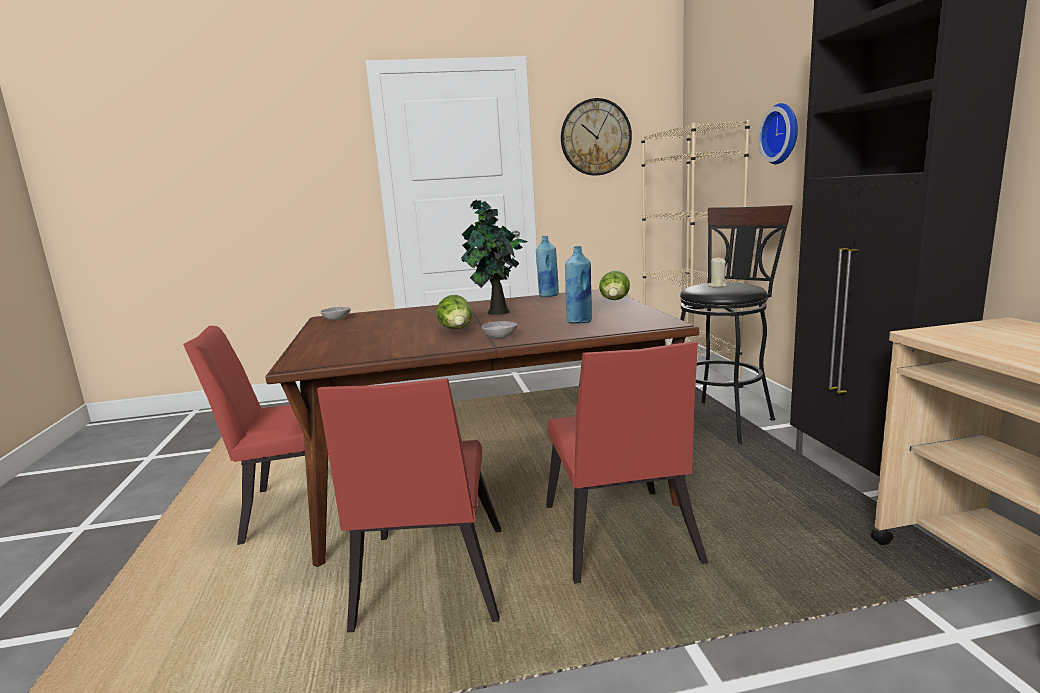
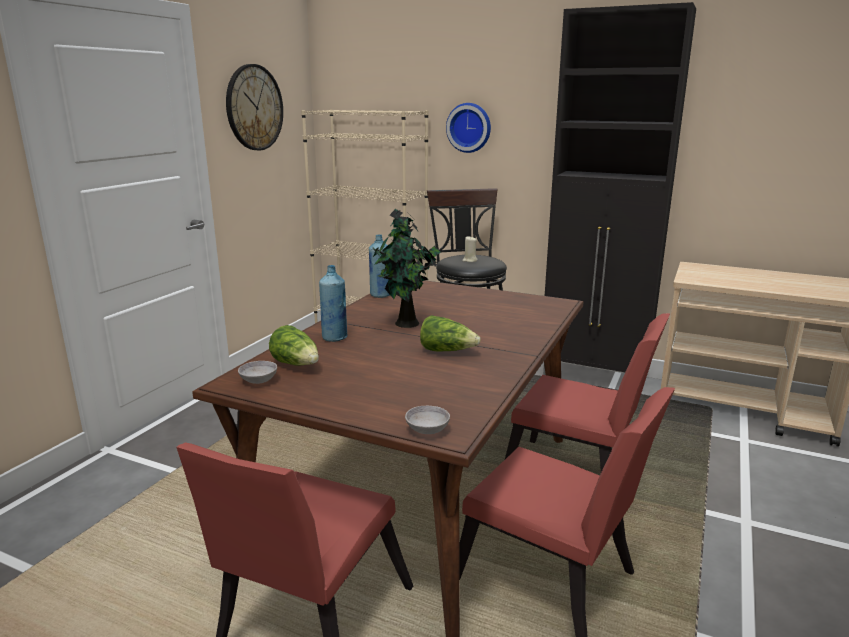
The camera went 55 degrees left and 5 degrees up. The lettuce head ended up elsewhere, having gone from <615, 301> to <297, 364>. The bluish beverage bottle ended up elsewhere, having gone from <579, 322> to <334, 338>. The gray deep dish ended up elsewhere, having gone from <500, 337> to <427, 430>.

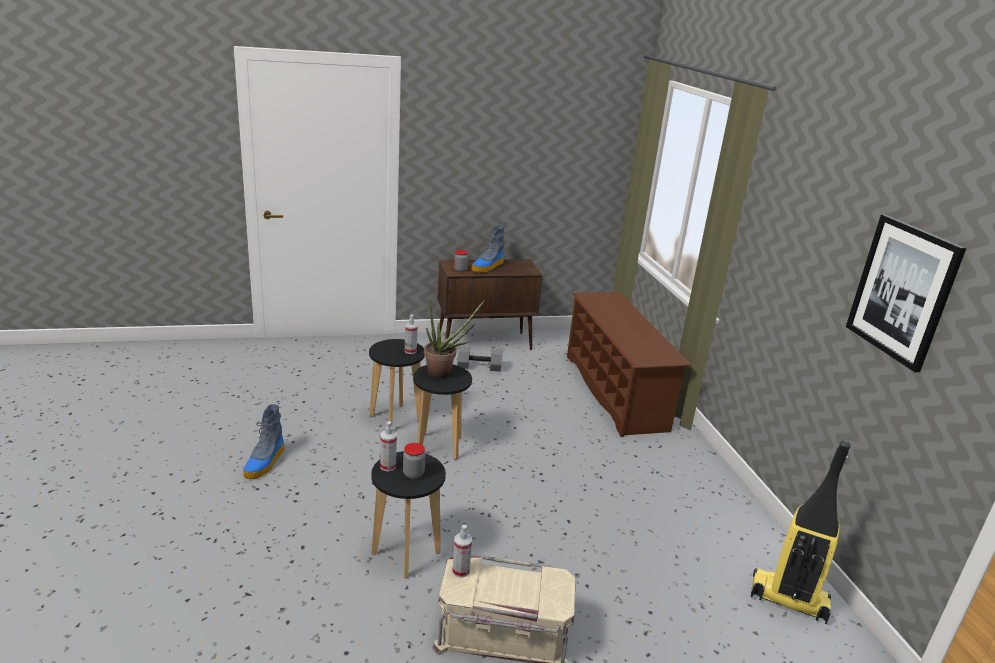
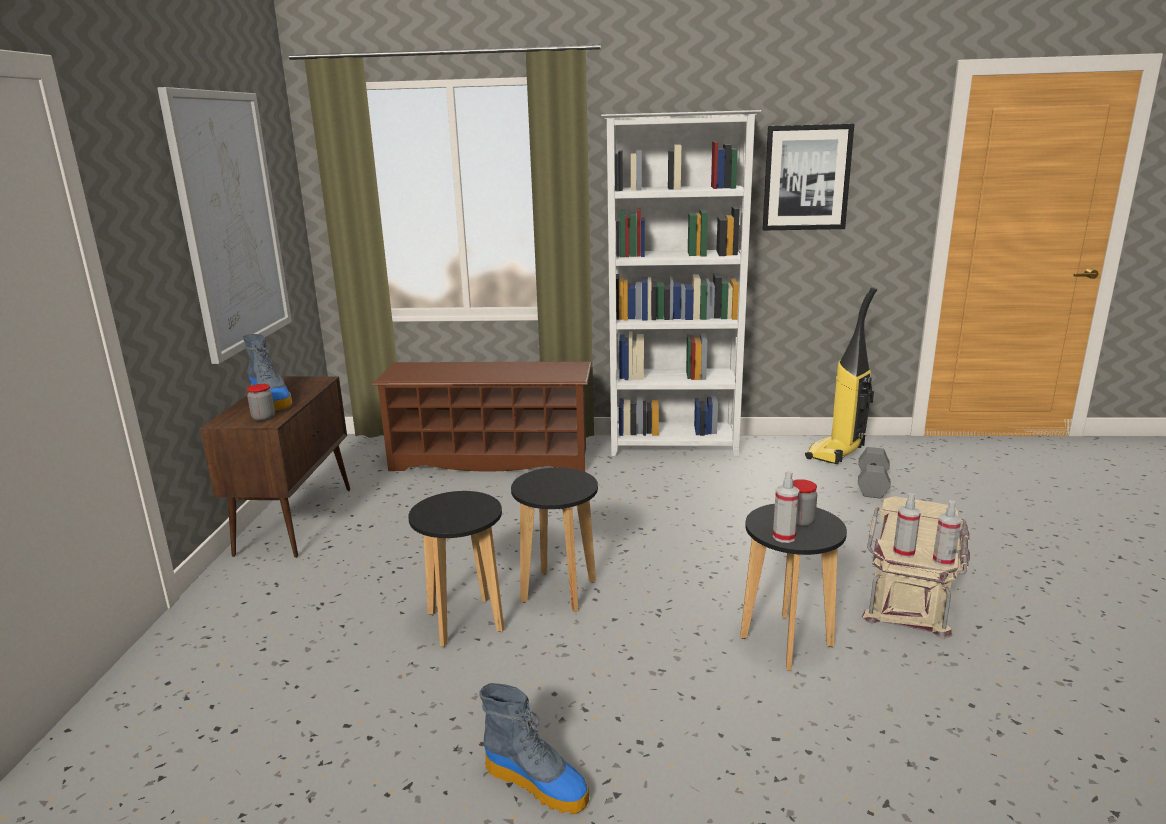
The camera went 70 degrees left and 5 degrees down. The second view gained the picture at <231, 222>. The second view gained the whitish bookcase at <675, 446>. The gray free weight ended up elsewhere, having gone from <478, 367> to <873, 485>. The hand sprayer ended up elsewhere, having gone from <410, 351> to <943, 561>. The second view lost the potted plant at <444, 374>.

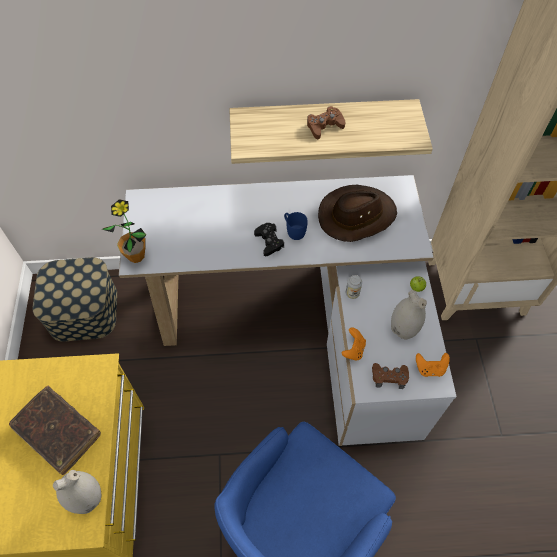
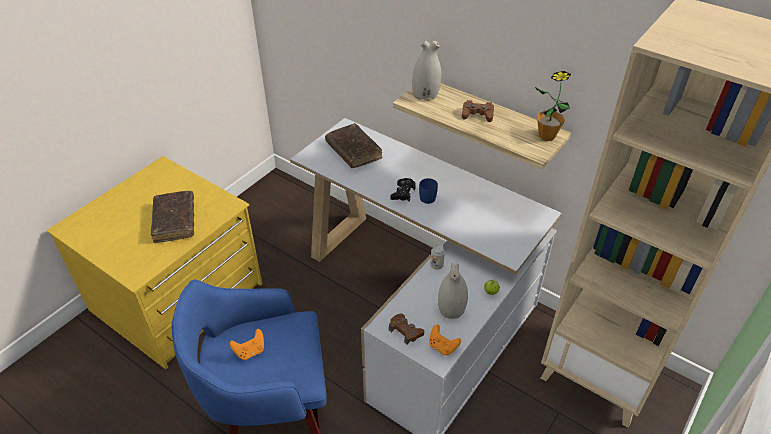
The camera went 40 degrees right and 15 degrees down. The orangey gamepad ended up elsewhere, having gone from <353, 350> to <250, 351>. The second view gained the brown volume at <353, 151>. The whitish decorative vase ended up elsewhere, having gone from <86, 498> to <425, 95>. The potted plant ended up elsewhere, having gone from <136, 256> to <547, 136>. The second view lost the storage container at <83, 310>. The second view lost the brown clothing hat at <356, 215>.

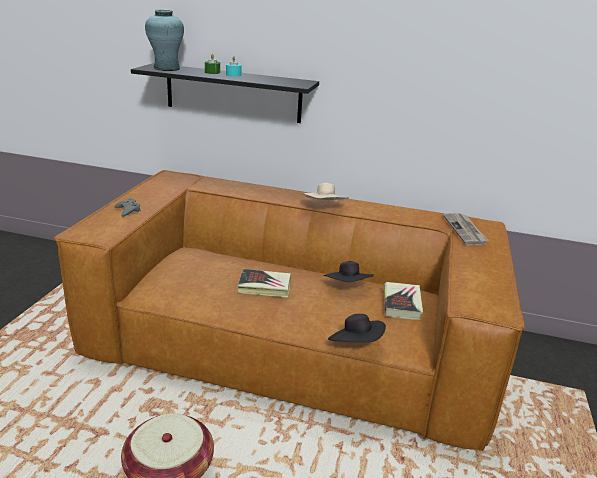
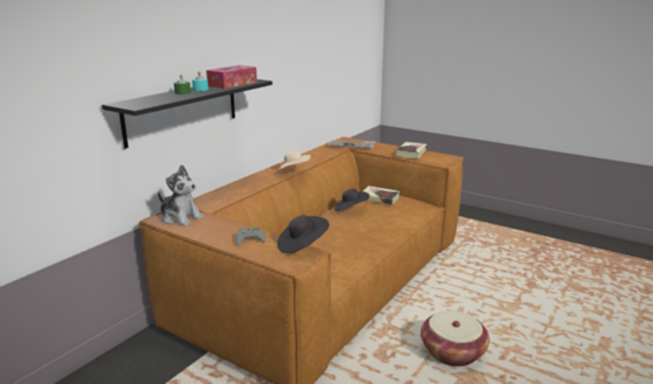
The camera went 70 degrees left and 5 degrees down. The second view gained the plush toy at <181, 218>. The second view gained the tissue holder at <232, 84>. The blackish clothing hat ended up elsewhere, having gone from <356, 344> to <302, 246>. The volume ended up elsewhere, having gone from <264, 286> to <411, 153>. The second view lost the turquoise-coloured decorative vase at <166, 68>.

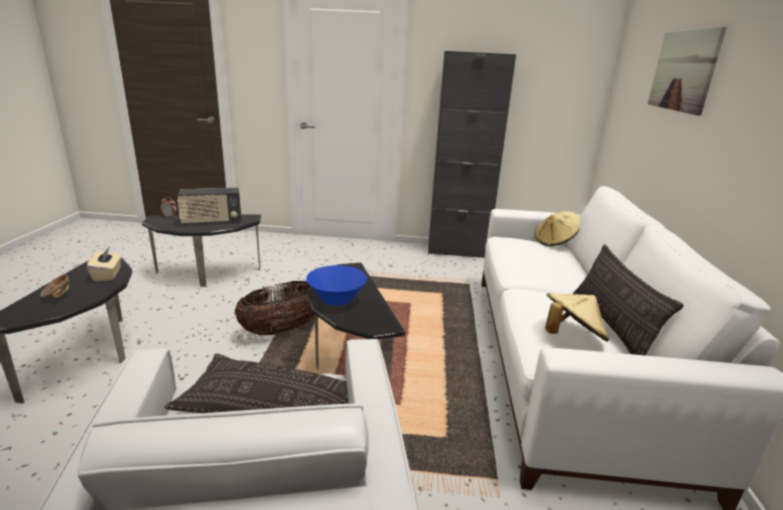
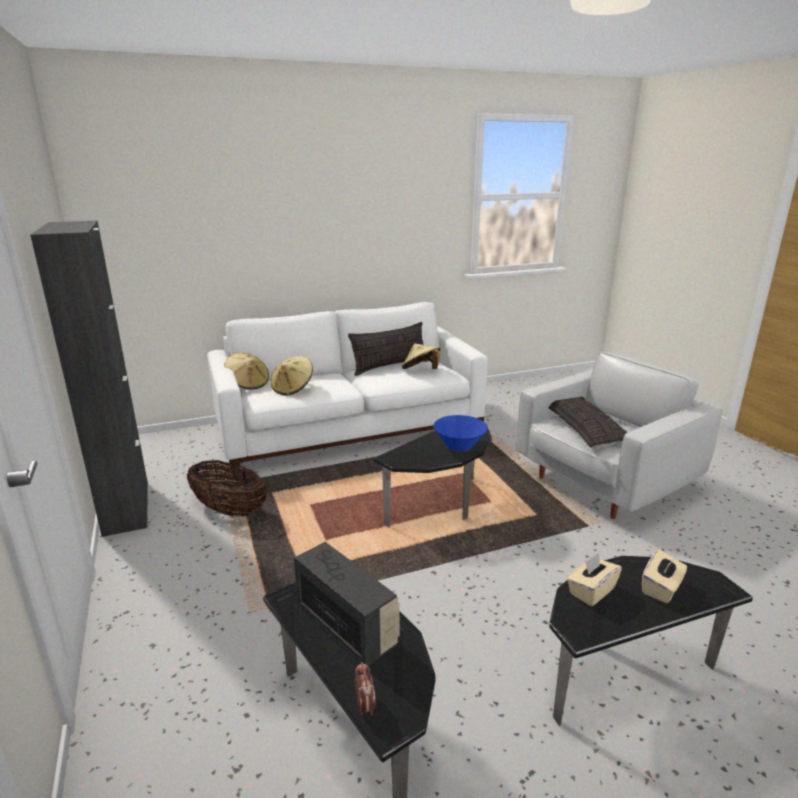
The camera went 115 degrees left and 0 degrees up. The basket ended up elsewhere, having gone from <282, 329> to <229, 510>. The second view gained the beige clothing hat at <293, 389>. Where the deep dish stood at <57, 296>, the beige tissue holder came to stand at <661, 588>. The second view lost the picture at <683, 70>.

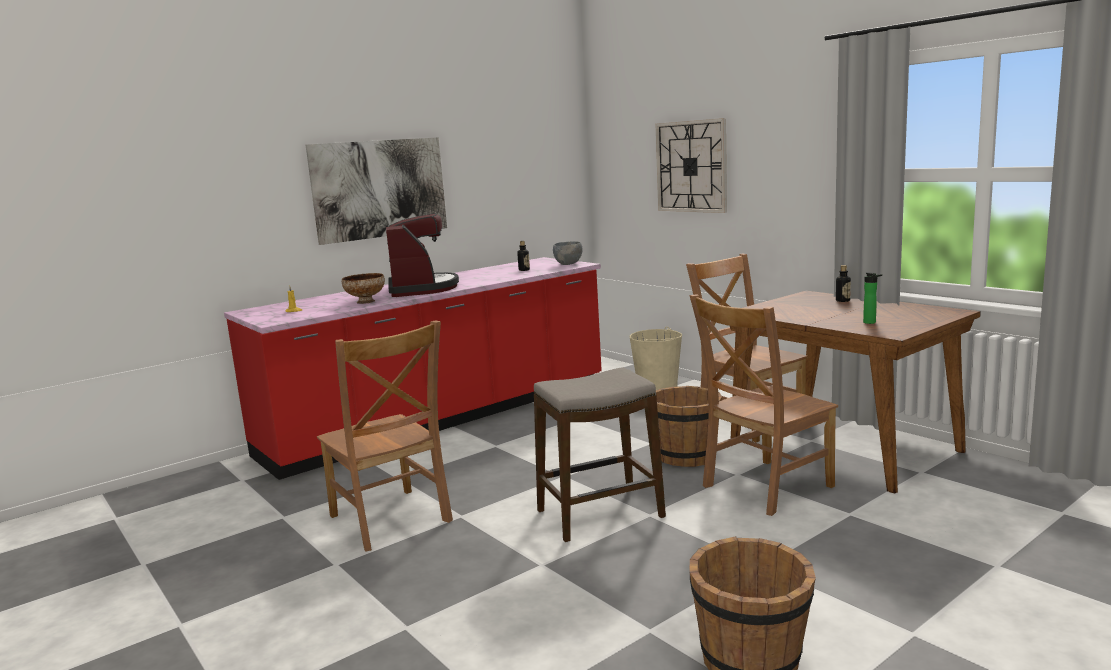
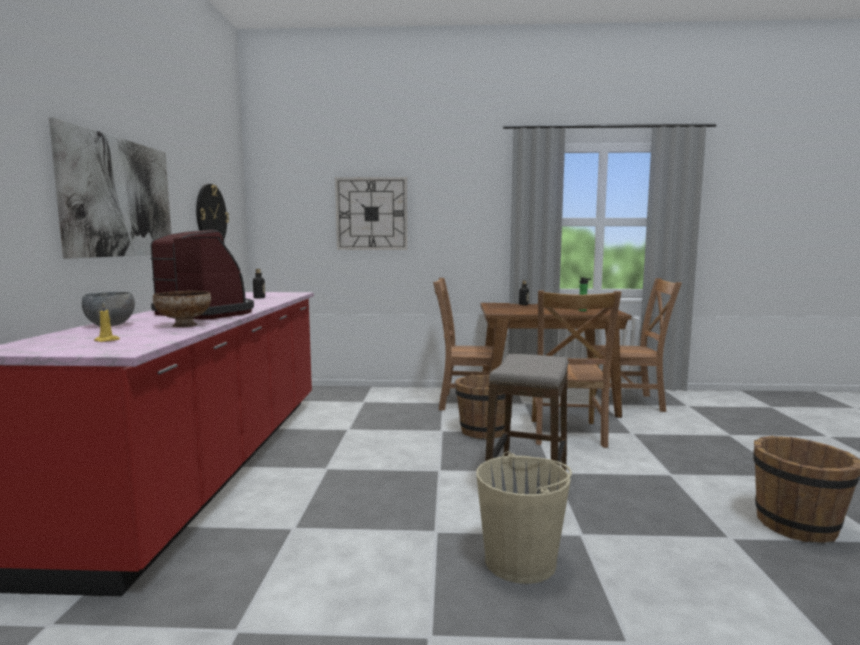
The camera went 50 degrees left and 5 degrees down. The gray deep dish ended up elsewhere, having gone from <568, 264> to <111, 325>. The second view gained the hanging clock at <211, 216>. The beige pail ended up elsewhere, having gone from <657, 386> to <521, 561>. The brown chair ended up elsewhere, having gone from <391, 521> to <630, 402>.

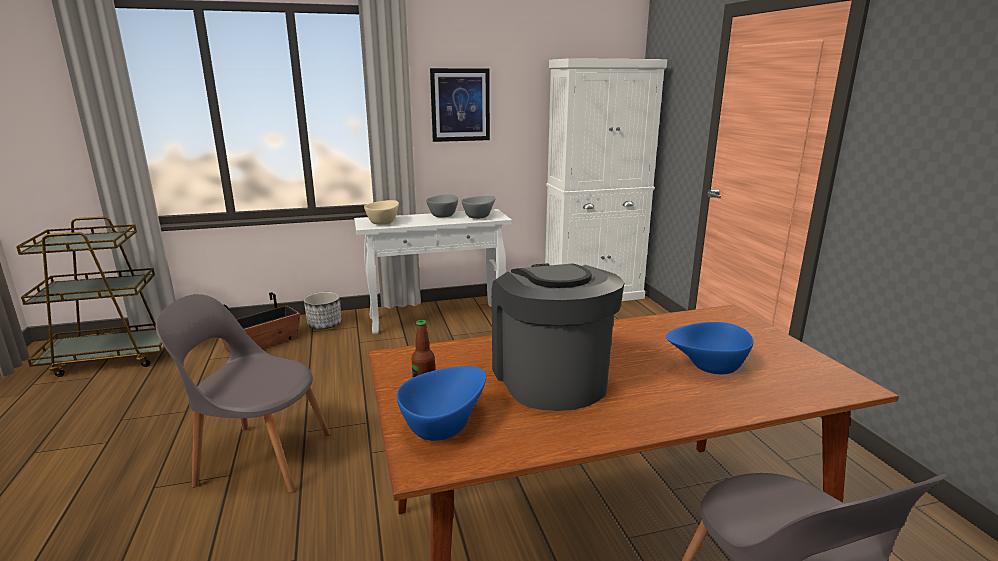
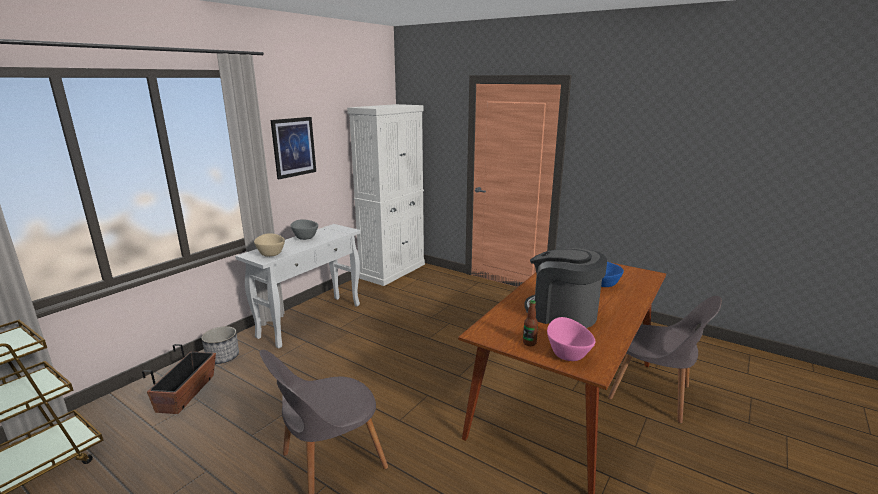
The camera went 40 degrees left and 0 degrees up. What was the bluish deep dish at <444, 425> turned into the pink deep dish at <567, 352>. The second view lost the gray deep dish at <479, 216>.

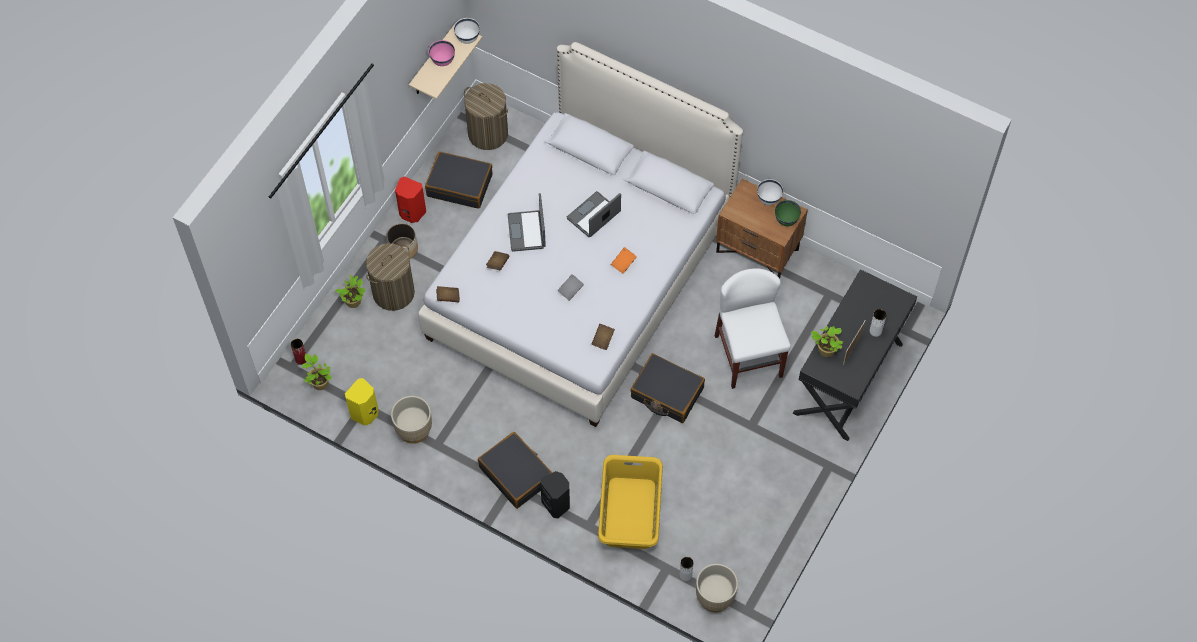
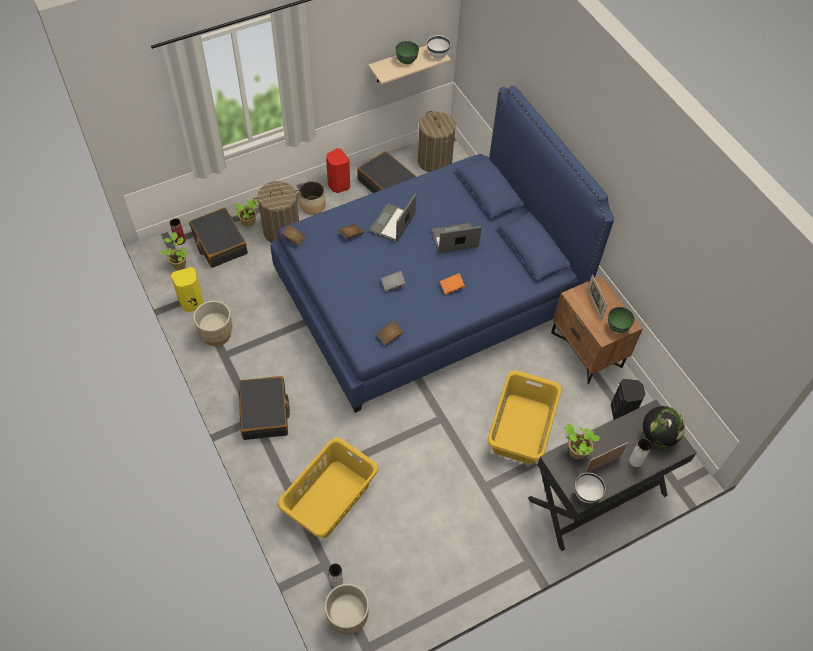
The camera went 30 degrees right and 5 degrees down. The blackish travel case ended up elsewhere, having gone from <667, 393> to <219, 243>. What was the whitish bedroom bed at <580, 276> turned into the bluish bedroom bed at <428, 293>. What was the pink deep dish at <443, 61> turned into the green deep dish at <406, 61>. Where the whitish chair stood at <748, 356>, the yellowish hamper came to stand at <521, 428>. The whitish deep dish ended up elsewhere, having gone from <769, 200> to <586, 495>. The second view gained the picture frame at <594, 305>. The blackish audio speaker ended up elsewhere, having gone from <557, 504> to <622, 413>. The second view gained the world globe at <658, 435>.

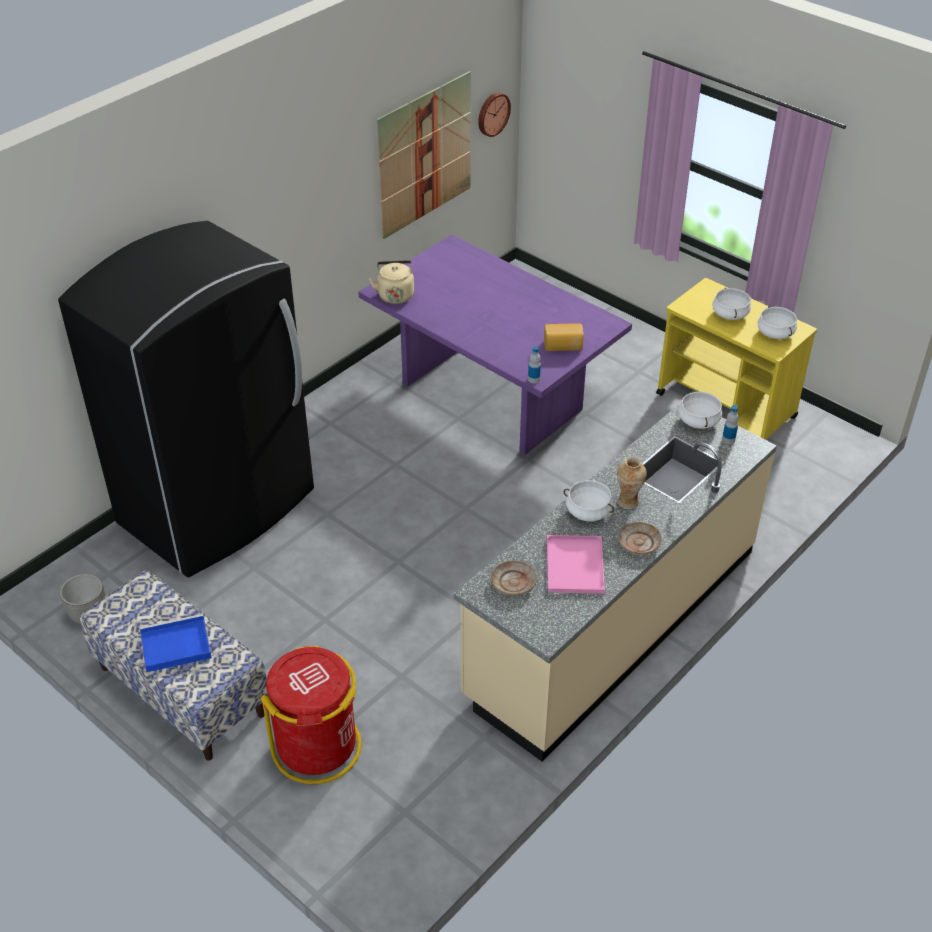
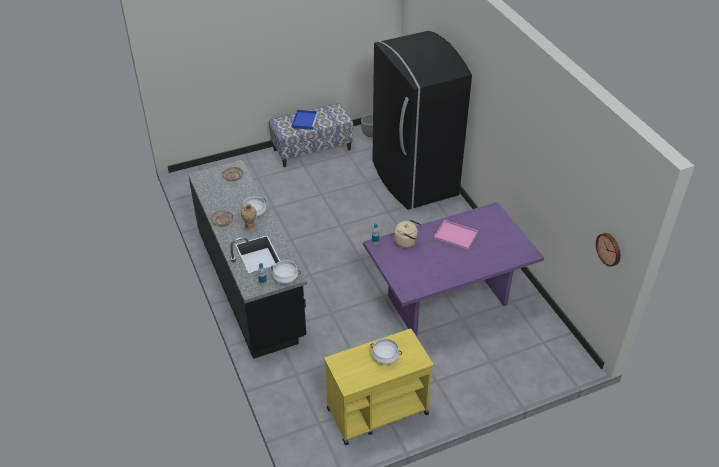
The camera went 115 degrees right and 0 degrees up. What was the beige counter at <611, 622> turned into the blackish counter at <250, 283>. The beige tea kettle ended up elsewhere, having gone from <395, 294> to <407, 242>. The pink carrying tray ended up elsewhere, having gone from <574, 564> to <456, 235>. The second view lost the red rubbish bin at <318, 747>. The second view lost the picture at <425, 155>. The second view lost the bread at <563, 346>. The second view lost the whitish saucepot at <775, 333>.

